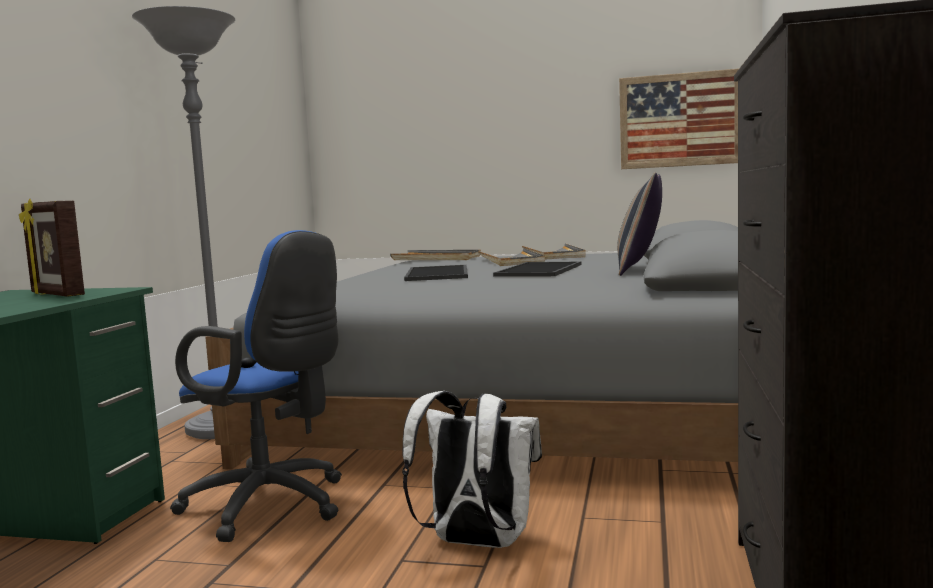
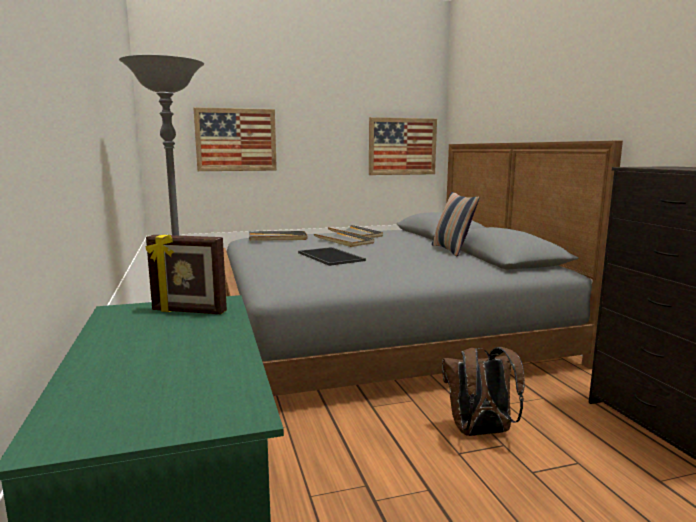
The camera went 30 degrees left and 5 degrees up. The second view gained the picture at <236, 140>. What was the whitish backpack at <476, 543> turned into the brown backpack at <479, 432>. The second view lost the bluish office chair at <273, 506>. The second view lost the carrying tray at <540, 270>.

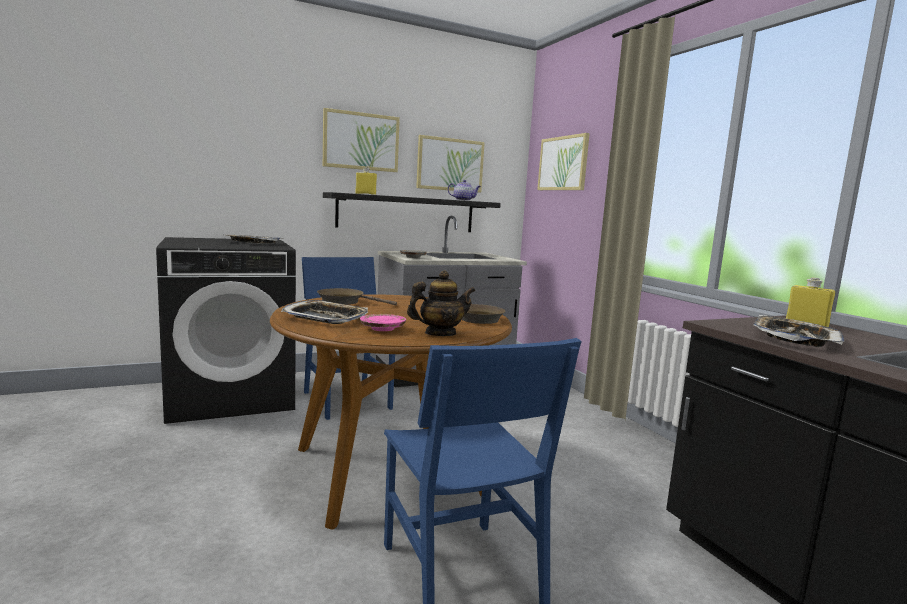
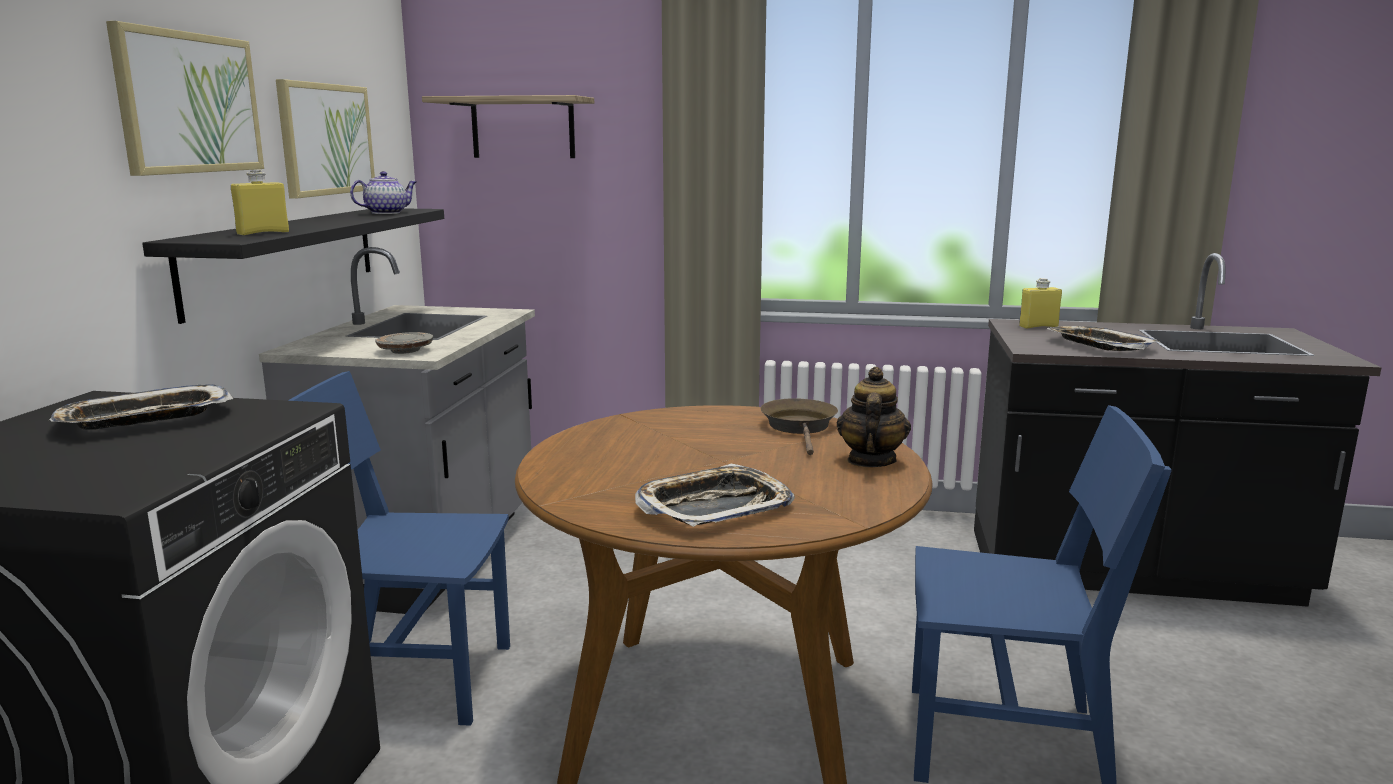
The camera went 55 degrees left and 5 degrees up. Where the picture hung at <563, 163>, the shelf came to hang at <523, 128>. The second view lost the brown skillet at <345, 302>. The second view lost the pink plate at <382, 329>.

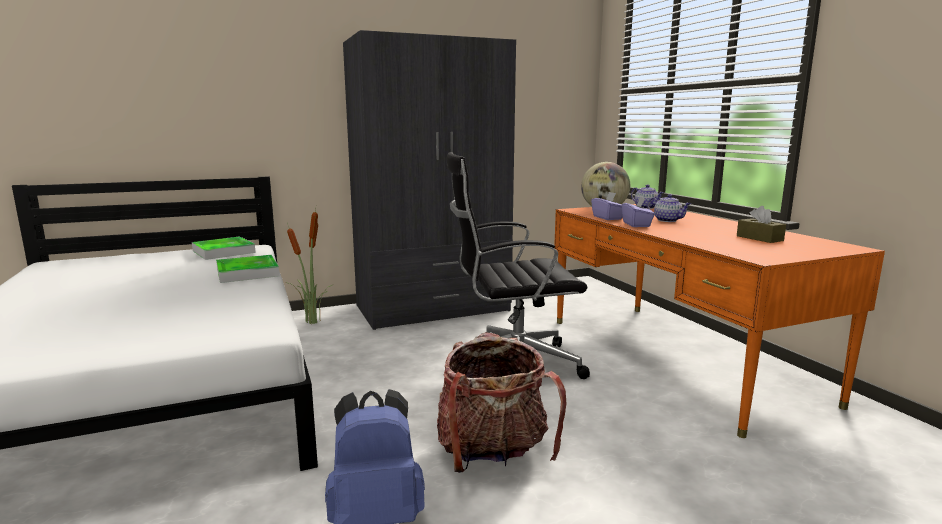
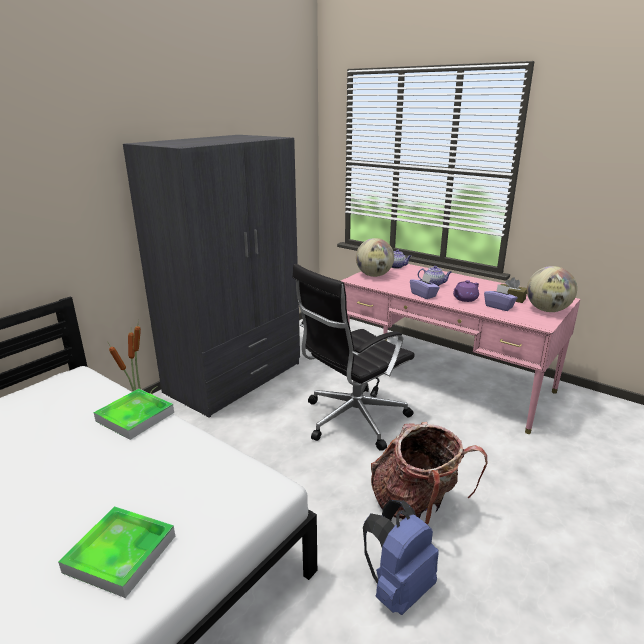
The camera went 30 degrees left and 10 degrees up. The carrying tray ended up elsewhere, having gone from <224, 252> to <120, 553>. What was the orangey desk table at <676, 357> turned into the pink desk table at <444, 378>. The second view gained the purple-coloured pot for tea at <464, 299>. The purple-coloured tissue holder ended up elsewhere, having gone from <607, 218> to <499, 306>. The second view gained the world globe at <547, 310>.

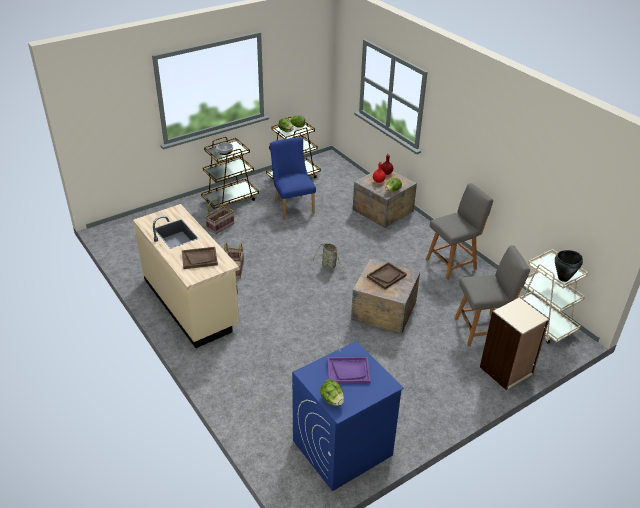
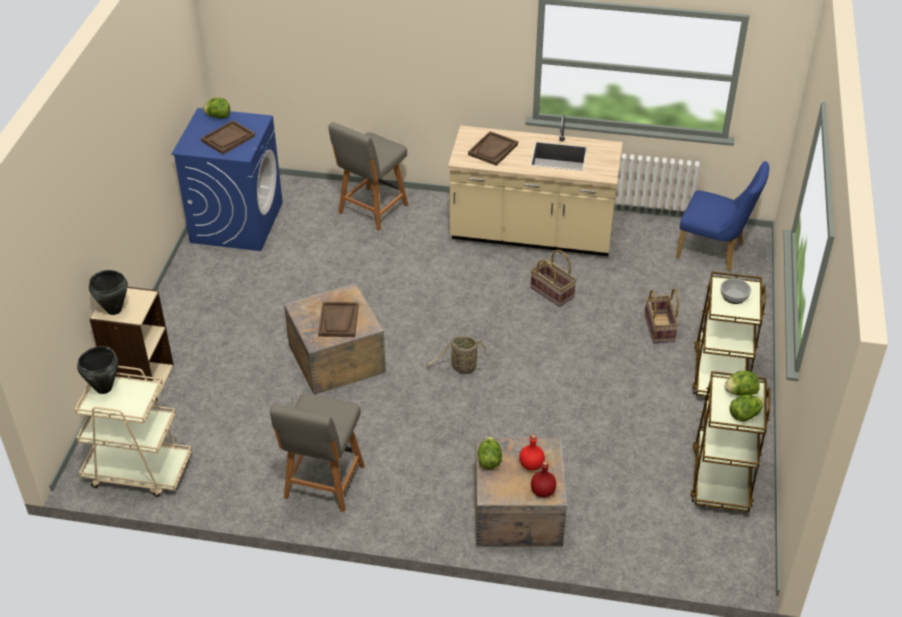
The camera went 135 degrees right and 5 degrees up. The second view gained the blackish saucepot at <114, 310>. What was the purple-coloured carrying tray at <348, 371> turned into the brown carrying tray at <228, 139>. The gray chair ended up elsewhere, having gone from <482, 329> to <371, 210>. The bluish chair ended up elsewhere, having gone from <292, 205> to <715, 252>.

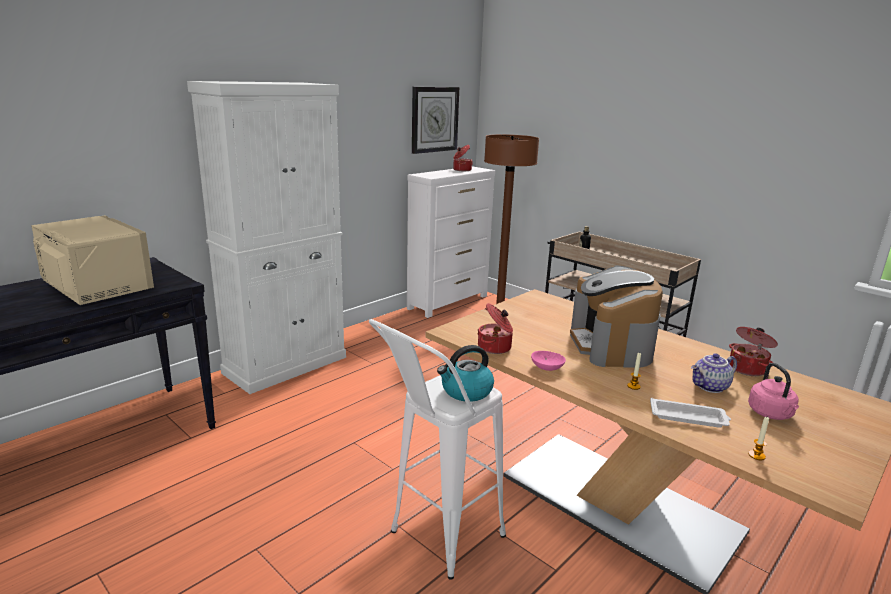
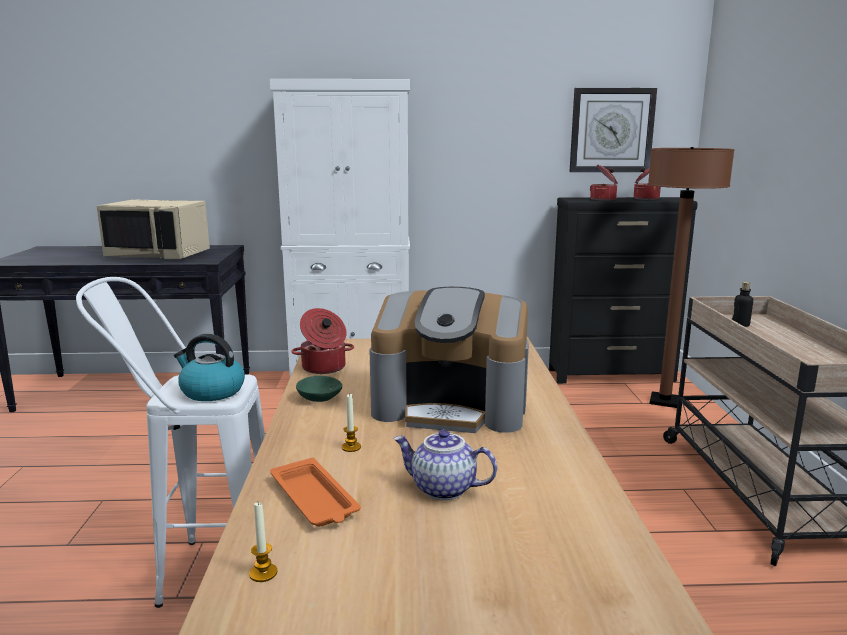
The camera went 45 degrees right and 5 degrees down. The beige microwave at <96, 287> ended up facing another way, 105 degrees clockwise from before. What was the whitish carrying tray at <689, 417> turned into the orangey carrying tray at <314, 499>. What was the pink deep dish at <546, 367> turned into the green deep dish at <318, 398>. The coffee maker at <611, 345> ended up facing another way, 120 degrees counterclockwise from before. What was the whitish chest of drawers at <448, 302> turned into the blackish chest of drawers at <612, 375>. The saucepot ended up elsewhere, having gone from <748, 369> to <604, 199>. The second view lost the pink tea kettle at <771, 414>.

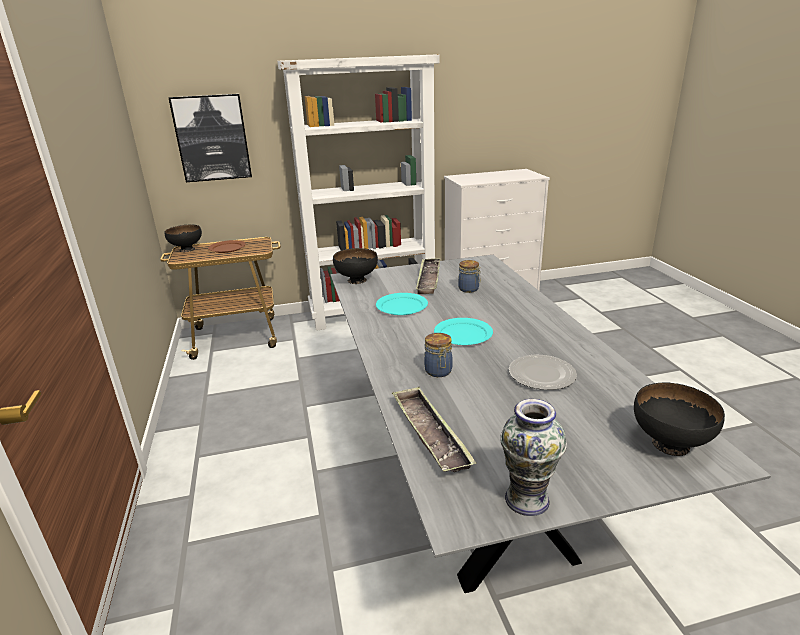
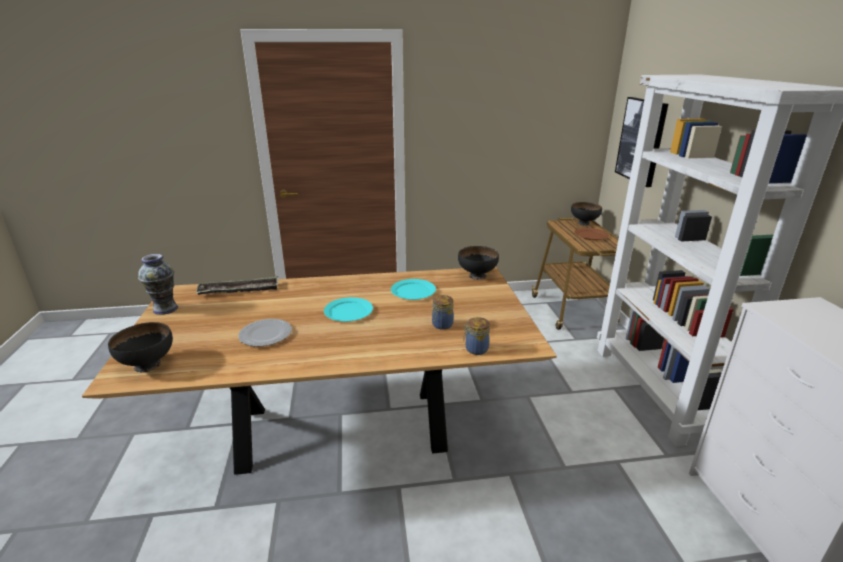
The camera went 95 degrees right and 0 degrees up. What was the gray kitchen table at <472, 478> turned into the brown kitchen table at <345, 430>. The storage jar ended up elsewhere, having gone from <438, 372> to <475, 349>. The second view lost the carrying tray at <428, 279>.

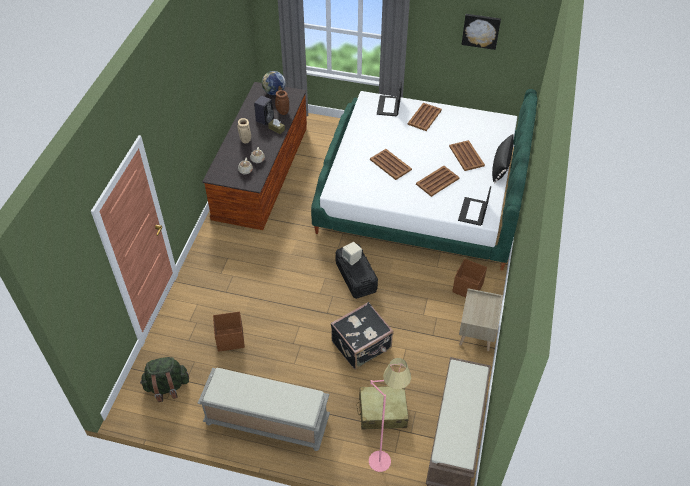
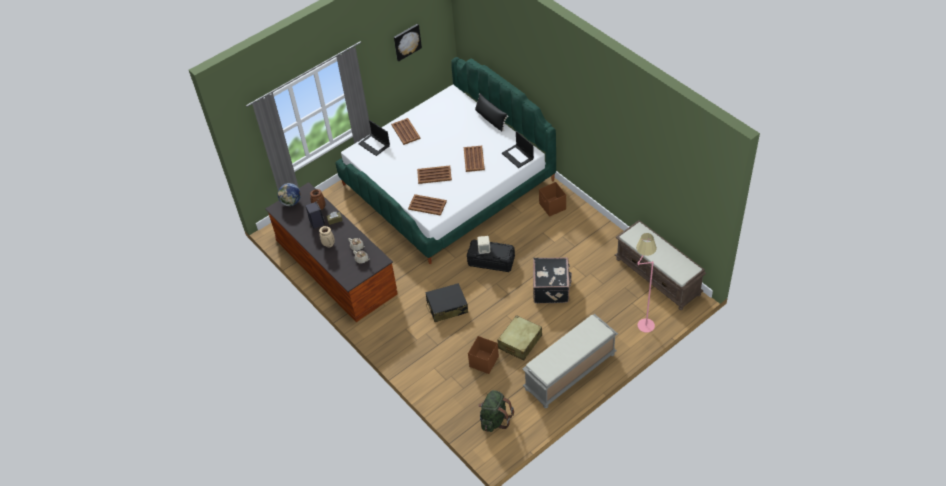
The camera went 50 degrees left and 0 degrees up. The brown carrying tray ended up elsewhere, having gone from <466, 156> to <427, 205>. The second view gained the blackish travel case at <447, 307>. The beige travel case ended up elsewhere, having gone from <382, 412> to <520, 342>. The second view lost the beige night table at <476, 334>.

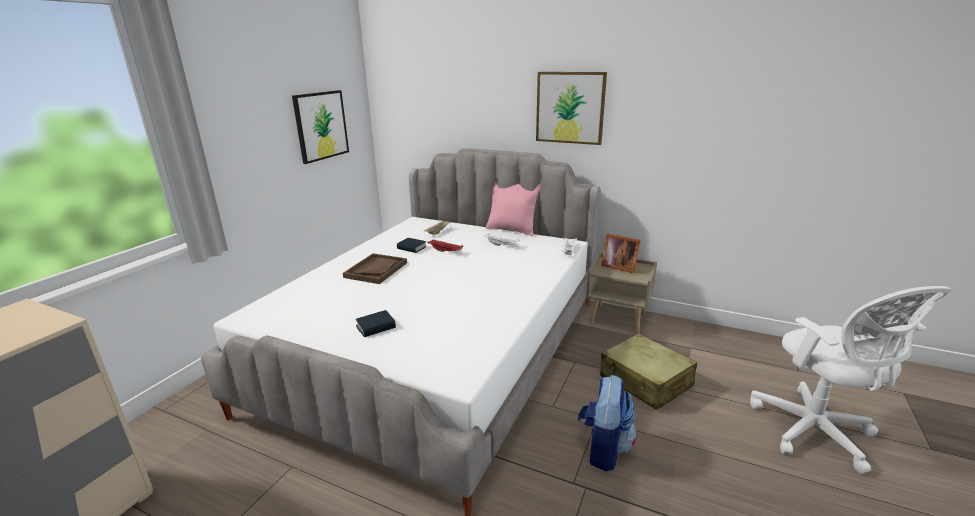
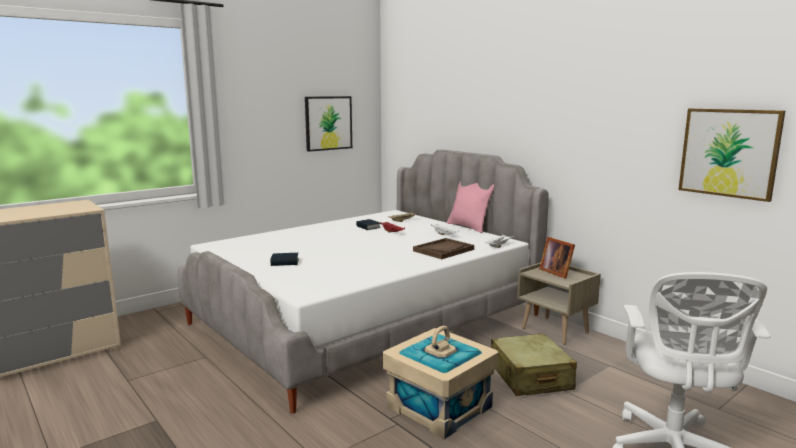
The camera went 25 degrees right and 10 degrees down. Where the backpack stood at <603, 448>, the beige storage container came to stand at <439, 407>. The brown carrying tray ended up elsewhere, having gone from <376, 270> to <443, 250>. The picture ended up elsewhere, having gone from <570, 108> to <729, 152>.

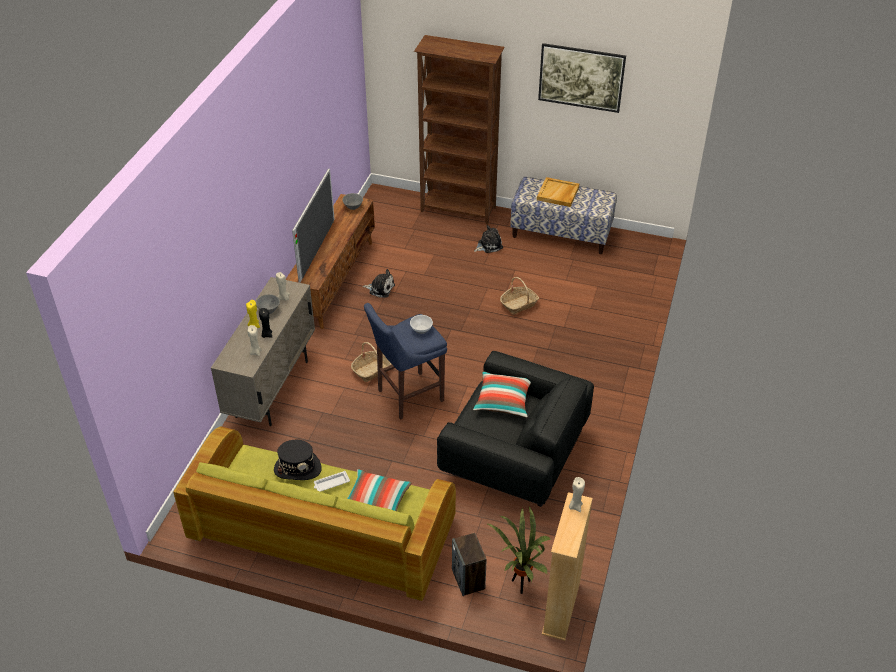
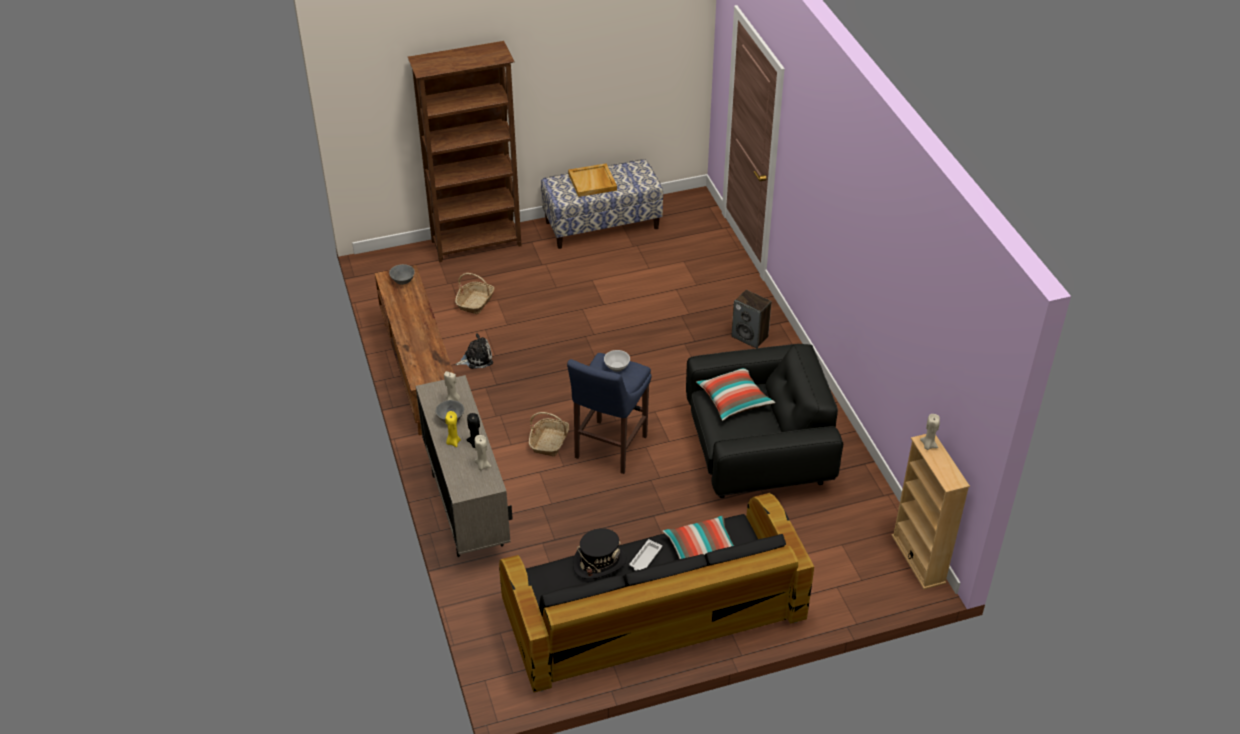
The camera went 35 degrees left and 0 degrees up. The basket ended up elsewhere, having gone from <519, 304> to <475, 302>. What was the green sofa at <321, 531> turned into the blackish sofa at <652, 613>. The audio speaker ended up elsewhere, having gone from <468, 579> to <750, 336>. The second view lost the television at <317, 249>. The second view lost the plush toy at <488, 245>. The second view lost the potted plant at <520, 585>. The second view lost the picture at <579, 91>.

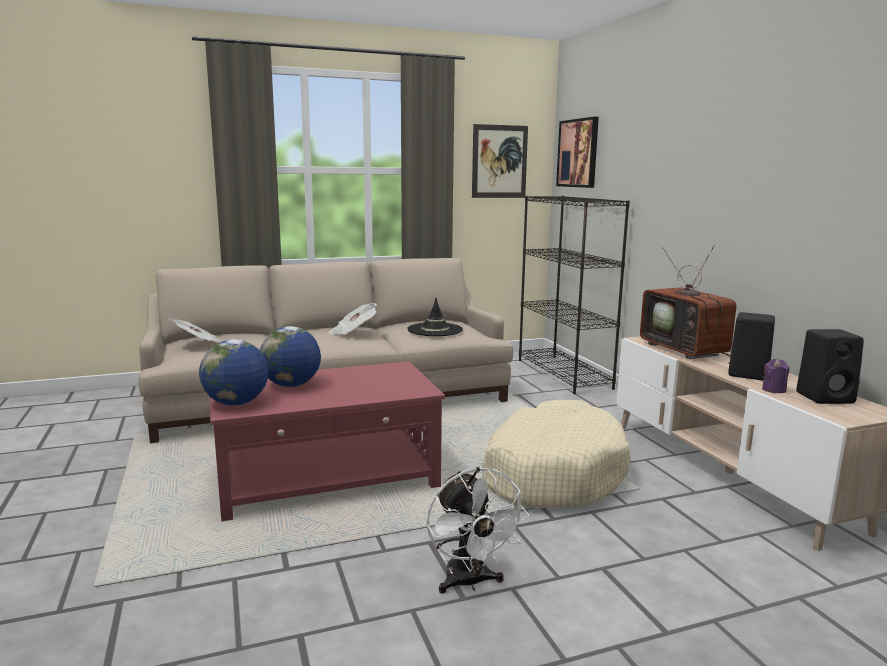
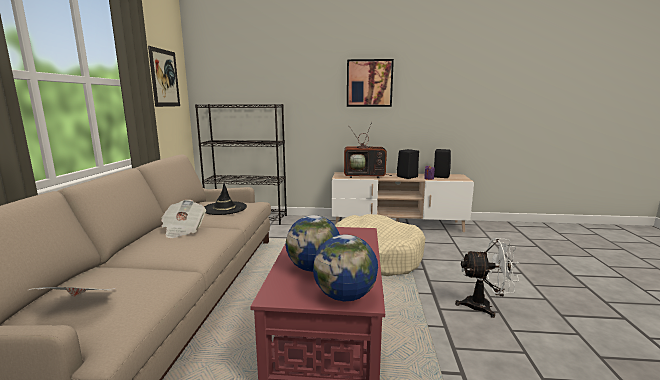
The camera went 65 degrees left and 0 degrees up. The picture ended up elsewhere, having gone from <578, 153> to <369, 83>.

